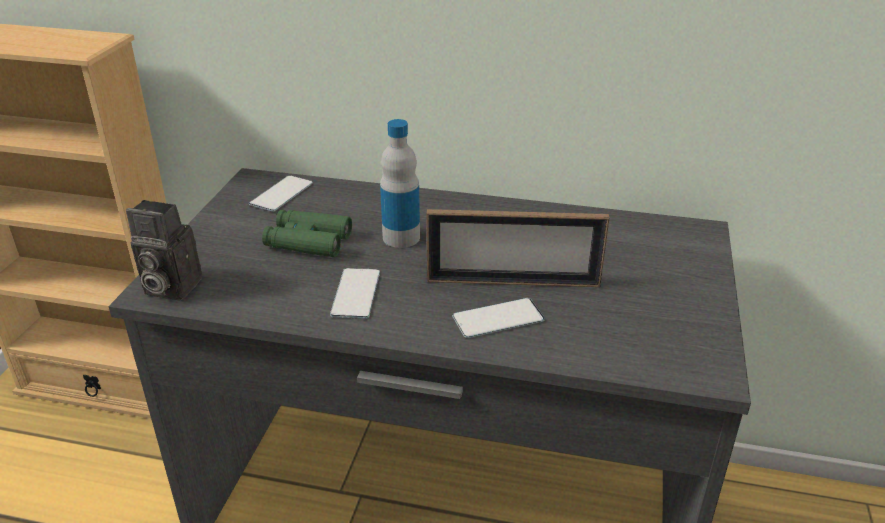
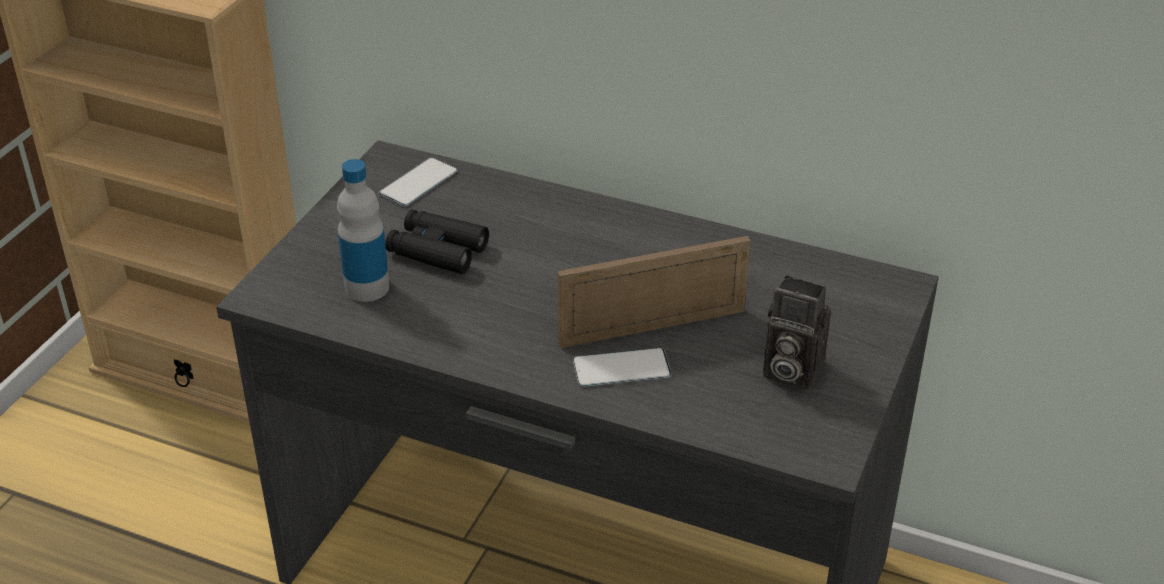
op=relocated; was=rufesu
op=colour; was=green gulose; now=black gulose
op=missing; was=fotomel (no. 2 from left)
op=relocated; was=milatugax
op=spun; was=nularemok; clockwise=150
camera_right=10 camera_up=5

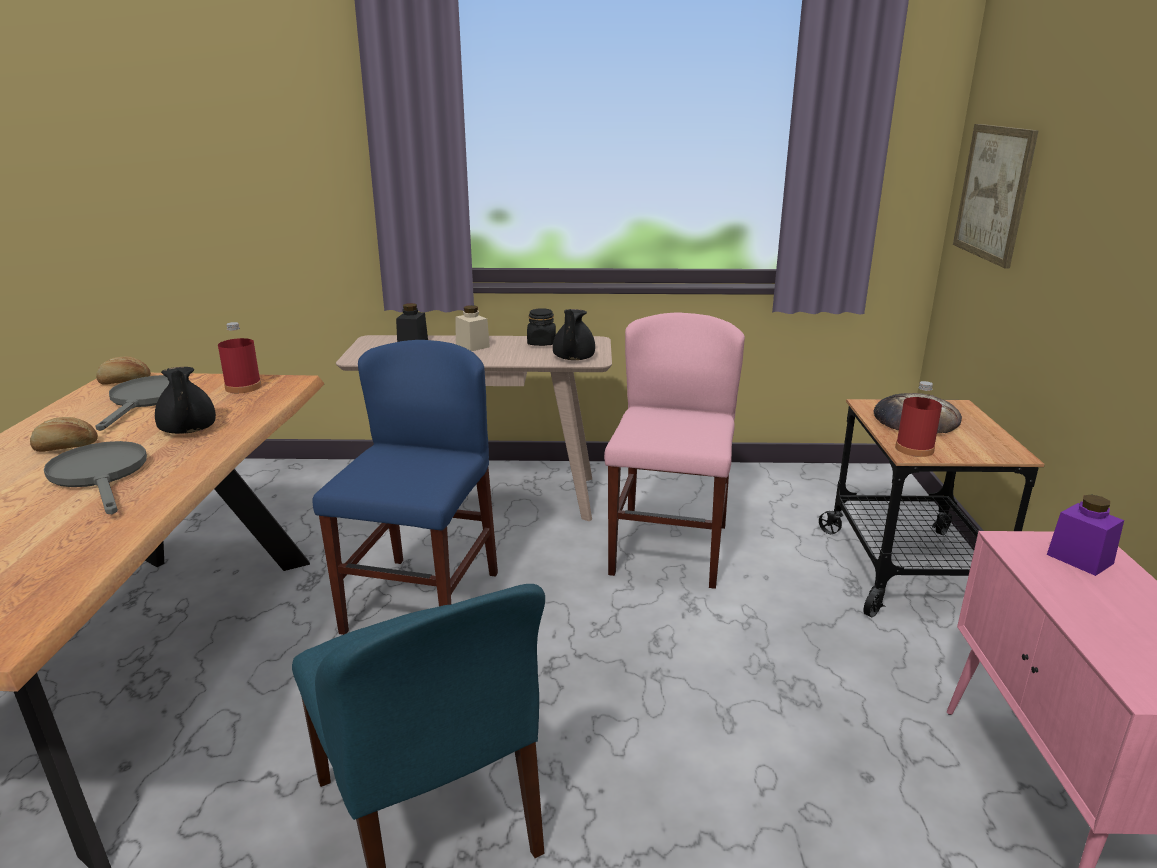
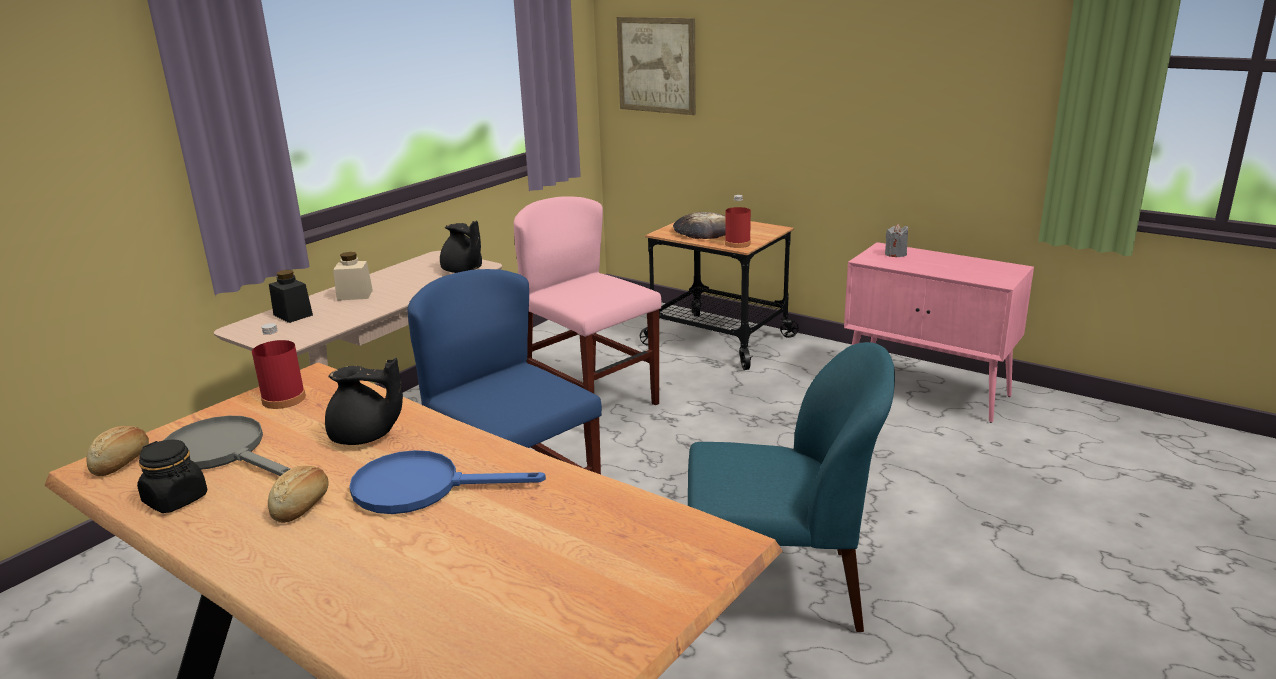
op=colour; was=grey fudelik (no. 1 from left); now=blue fudelik
op=relocated; was=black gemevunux (no. 2 from left in the first image); now=black gemevunux (no. 1 from left)
op=exchanged; was=purple gemevunux; now=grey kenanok
camera_right=-55 camera_up=0

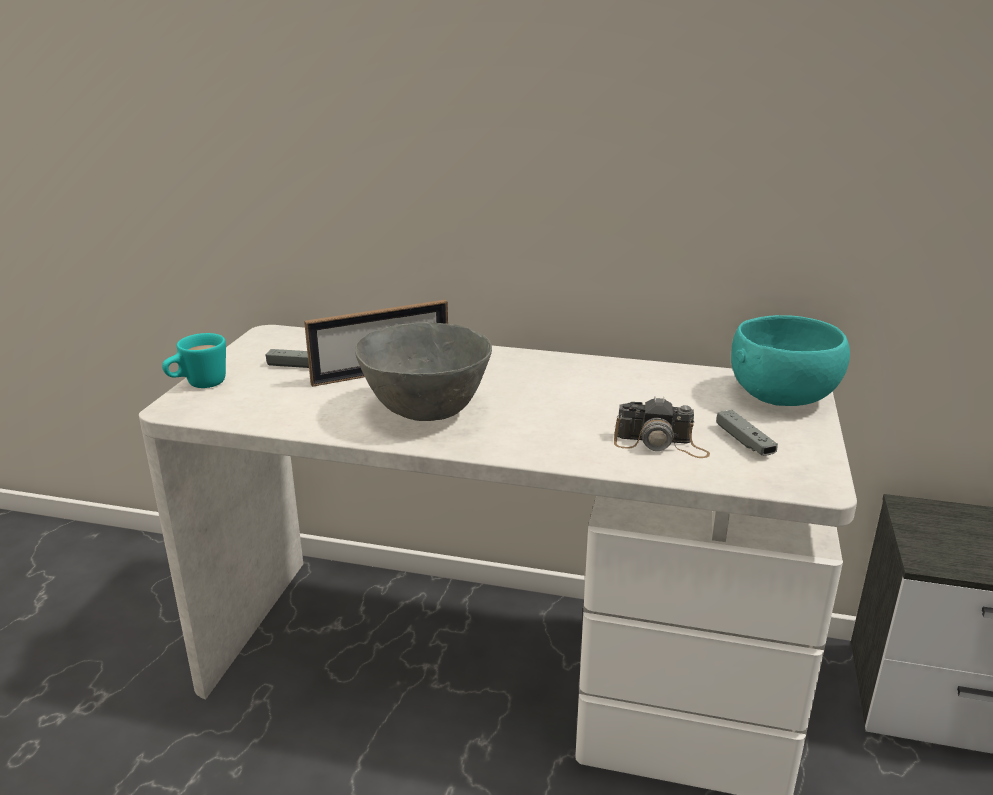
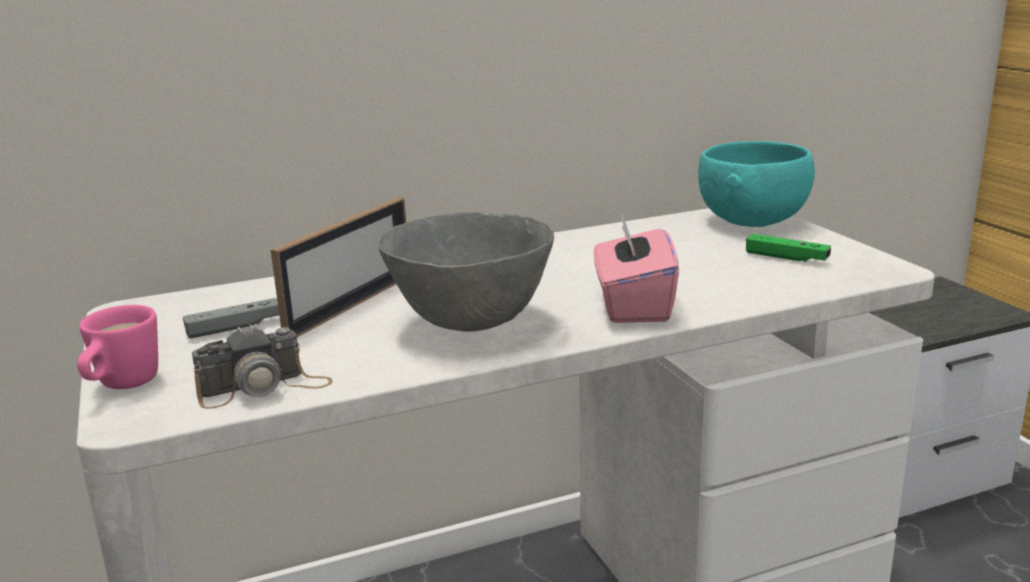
op=colour; was=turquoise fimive; now=pink fimive
op=relocated; was=rufesu
op=colour; was=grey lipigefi (no. 2 from left); now=green lipigefi
op=appeared; now=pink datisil
camera_right=-35 camera_up=-5

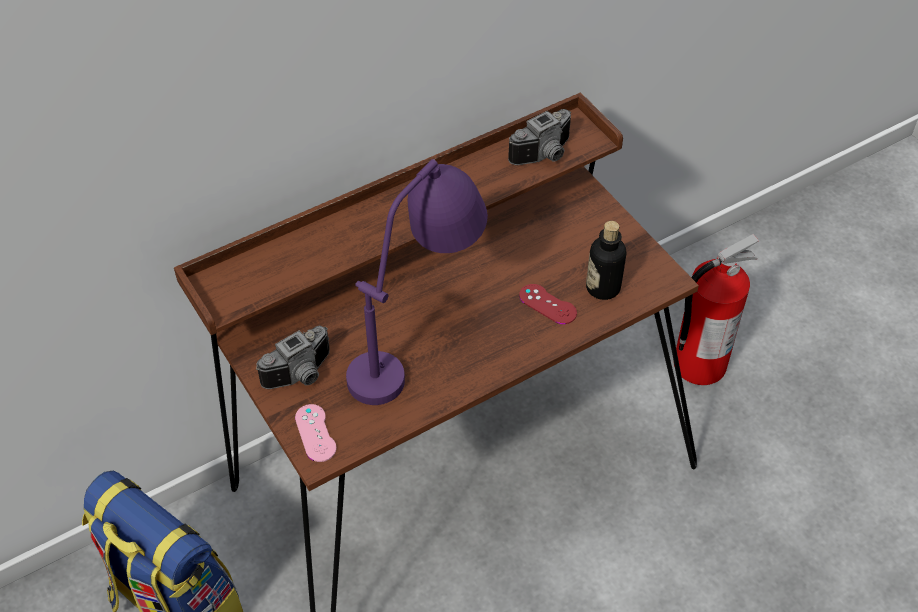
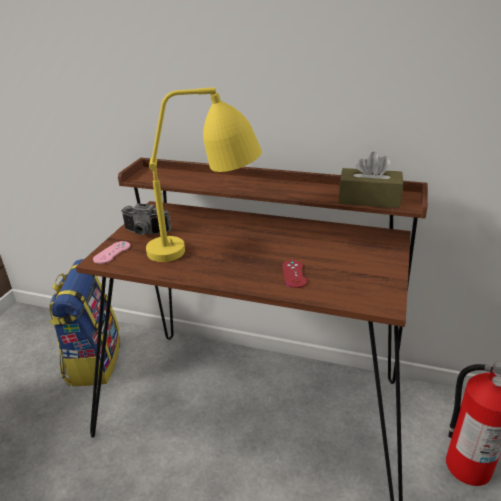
op=colour; was=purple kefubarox; now=yellow kefubarox
op=exchanged; was=rufesu (no. 2 from left); now=brown datisil
op=missing; was=milatugax
camera_right=50 camera_up=-20

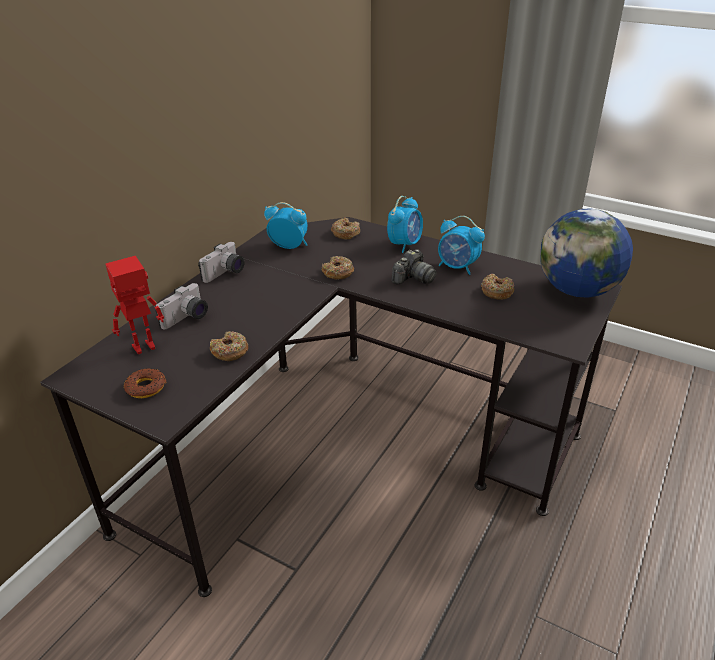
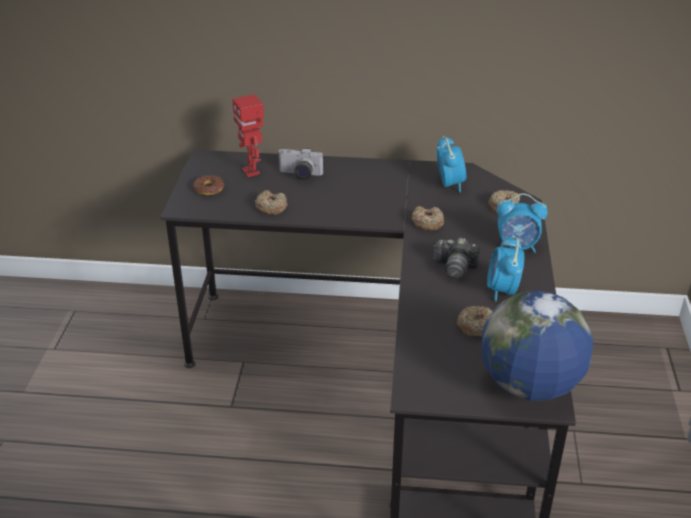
op=spun; was=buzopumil; clockwise=-150
op=missing; was=rufesu (no. 2 from left)
camera_right=65 camera_up=0

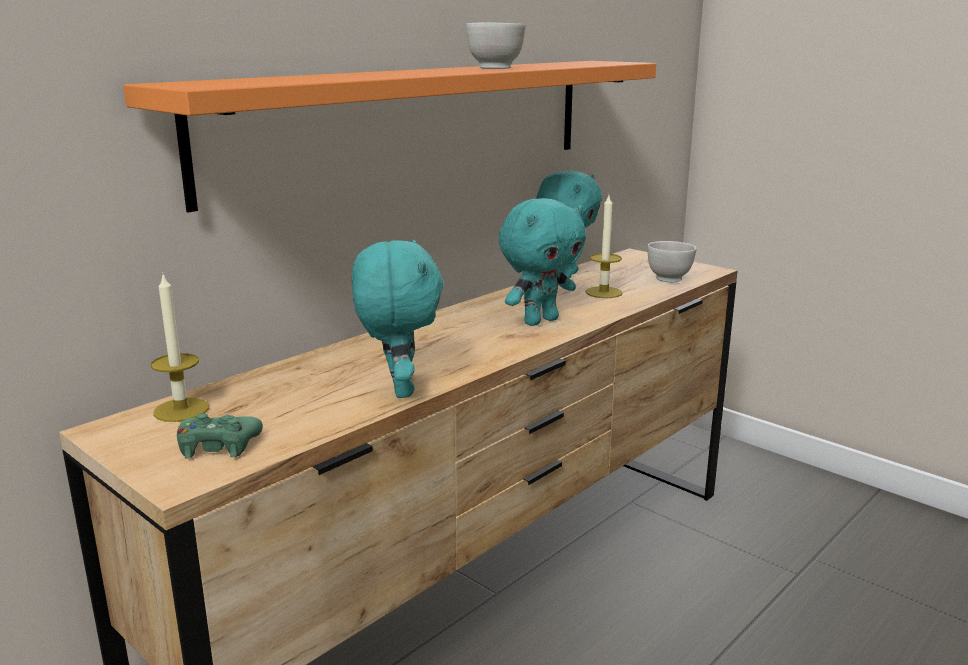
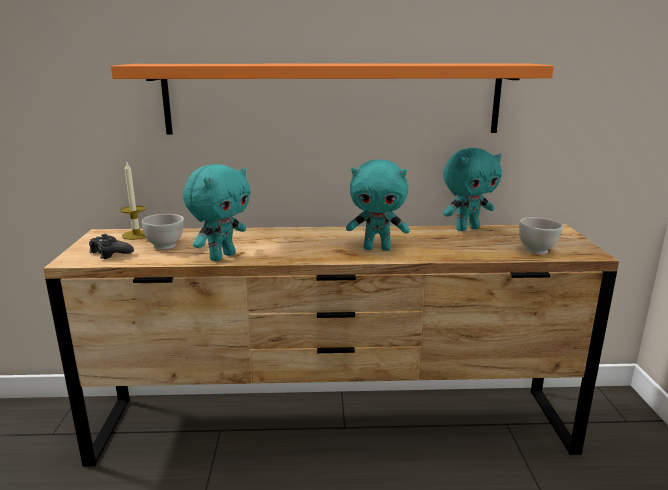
op=colour; was=green lipigefi; now=black lipigefi
op=relocated; was=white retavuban (no. 1 from left)
op=missing; was=kenanok (no. 2 from left)
camera_right=45 camera_up=0

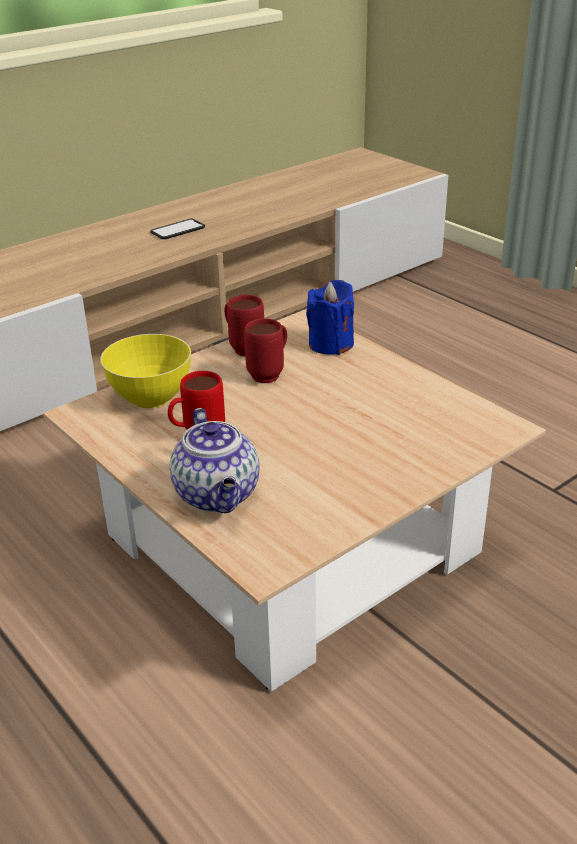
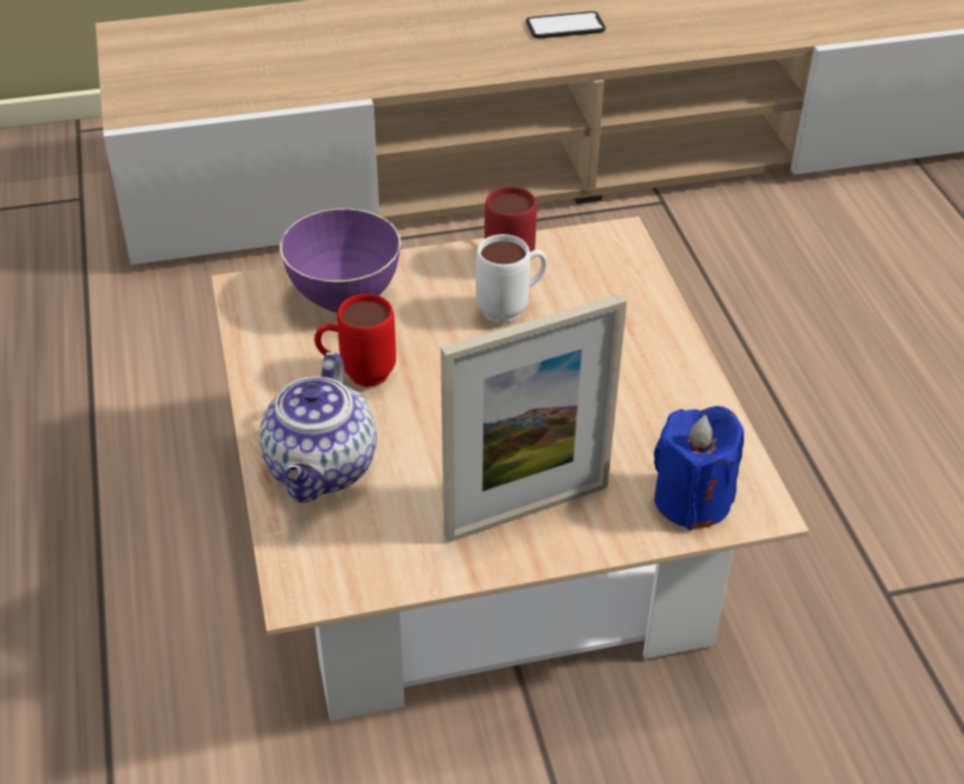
op=colour; was=yellow retavuban; now=purple retavuban
op=colour; was=red fimive (no. 3 from left); now=white fimive
op=relocated; was=blue kenanok
op=appeared; now=nularemok
camera_right=25 camera_up=10

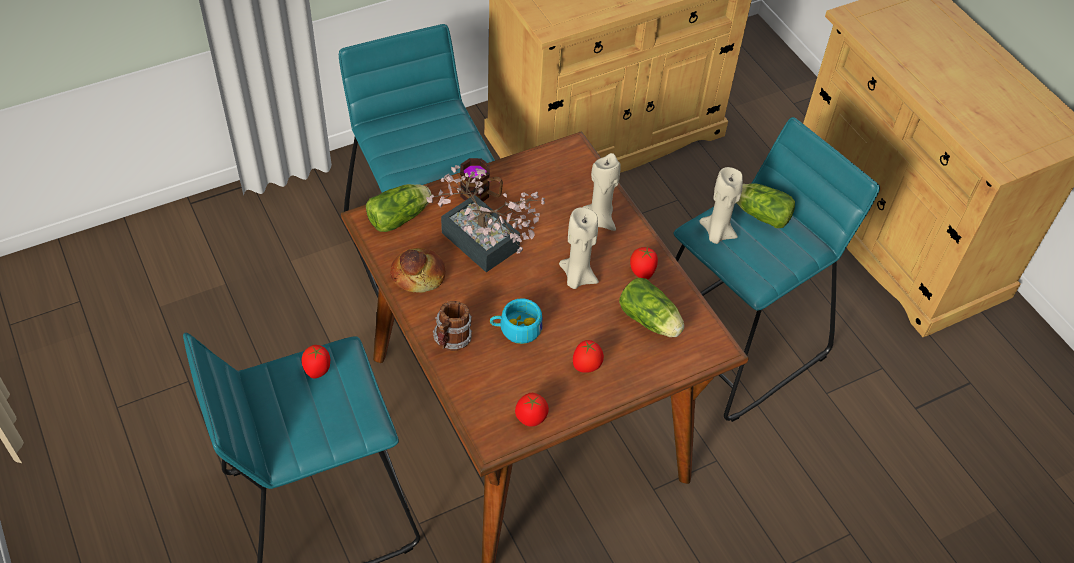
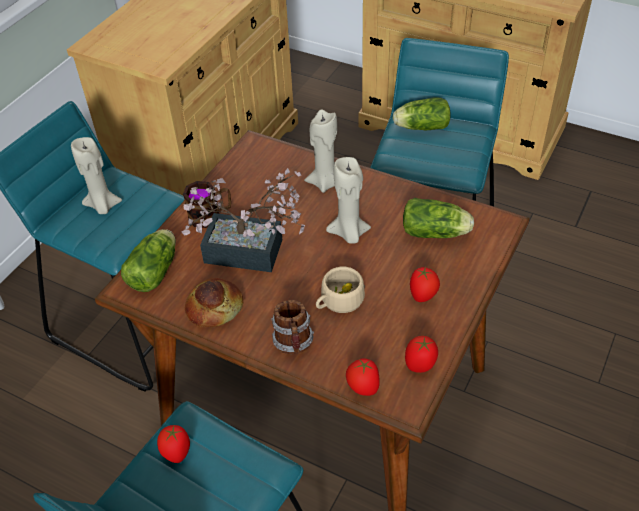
op=colour; was=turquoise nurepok; now=beige nurepok
op=relocated; was=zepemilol (no. 4 from left in the first image); now=zepemilol (no. 2 from left)
op=relocated; was=beige kenanok (no. 3 from left in the first image); now=beige kenanok (no. 1 from left)
camera_right=-30 camera_up=-5

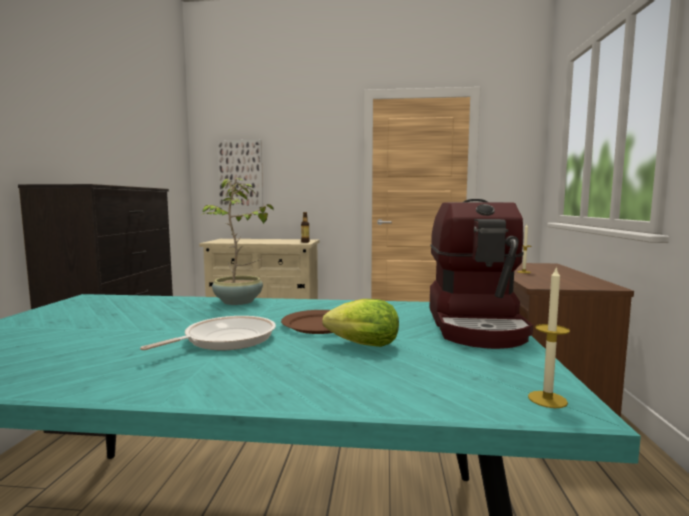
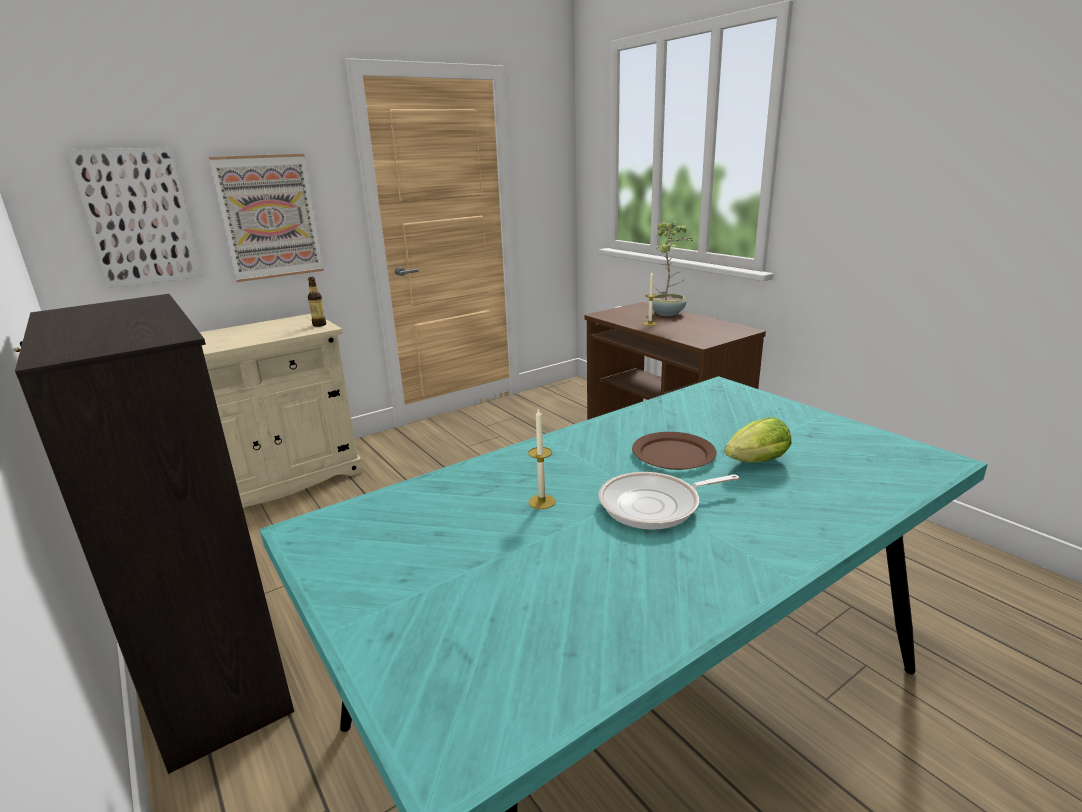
op=spun; was=fudelik; clockwise=-105
op=relocated; was=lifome
op=missing; was=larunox
op=relocated; was=kenanok (no. 2 from left in the first image); now=kenanok (no. 1 from left)
op=appeared; now=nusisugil (no. 2 from left)
camera_right=-40 camera_up=15

